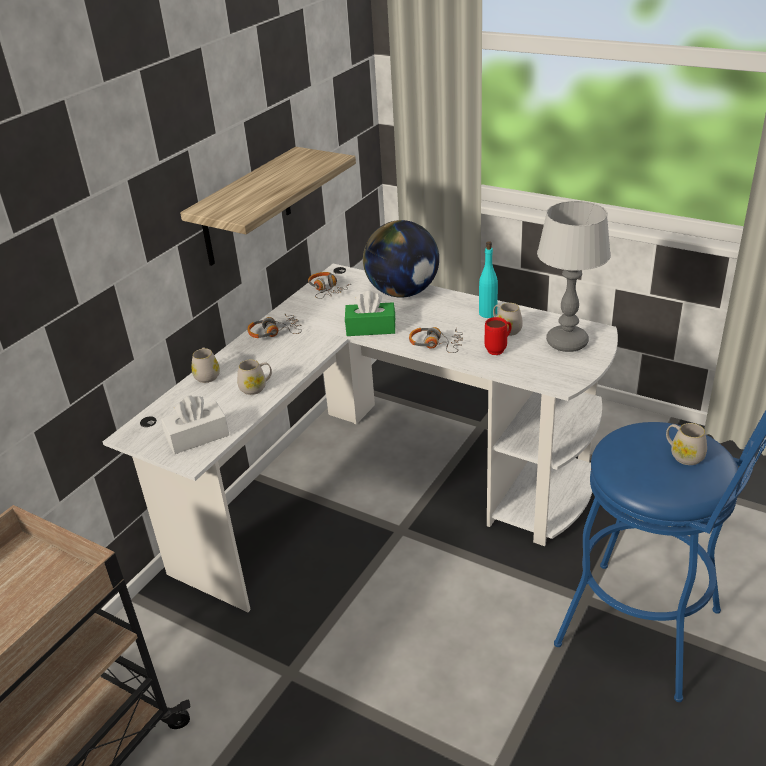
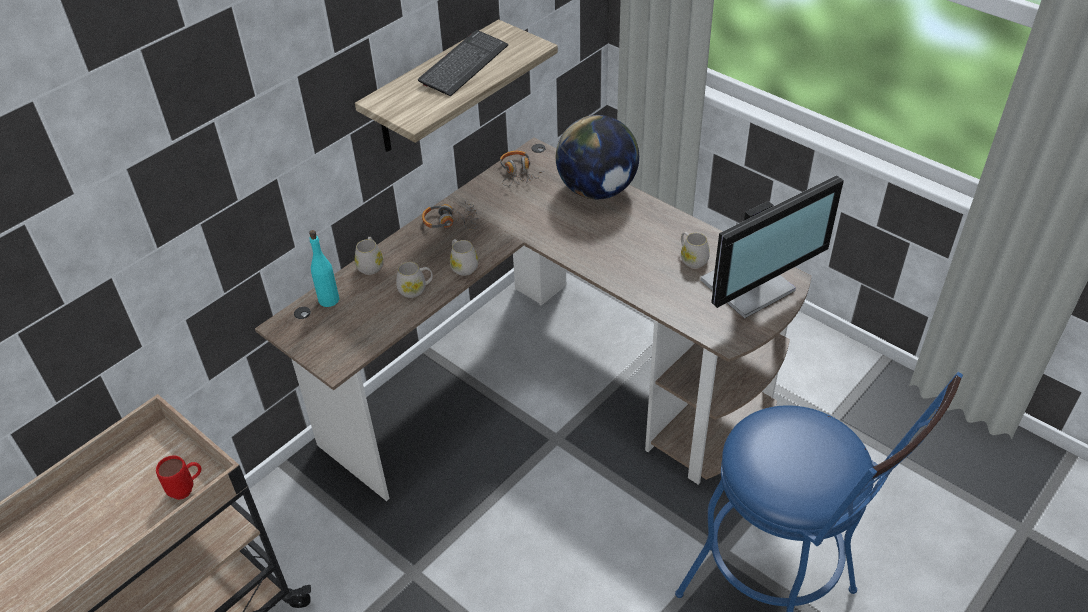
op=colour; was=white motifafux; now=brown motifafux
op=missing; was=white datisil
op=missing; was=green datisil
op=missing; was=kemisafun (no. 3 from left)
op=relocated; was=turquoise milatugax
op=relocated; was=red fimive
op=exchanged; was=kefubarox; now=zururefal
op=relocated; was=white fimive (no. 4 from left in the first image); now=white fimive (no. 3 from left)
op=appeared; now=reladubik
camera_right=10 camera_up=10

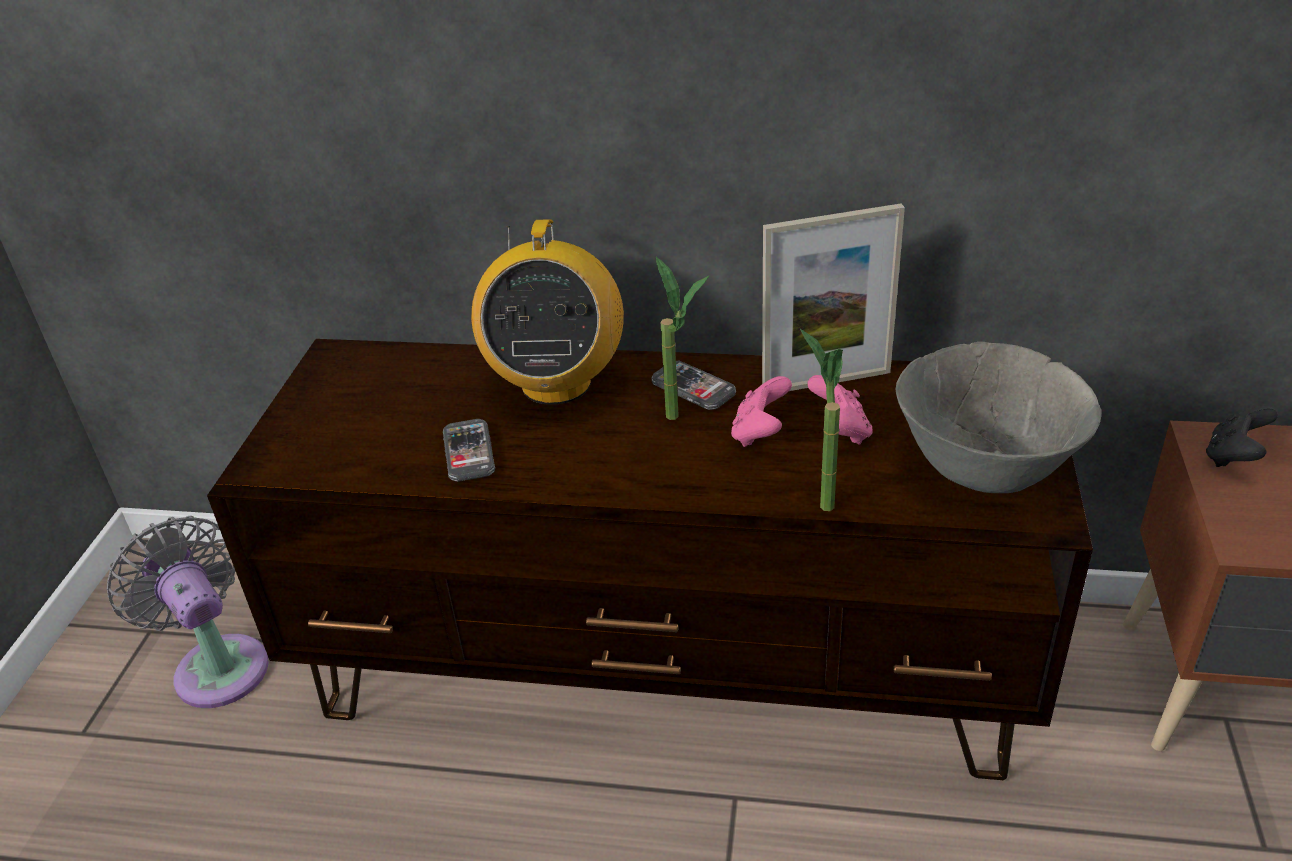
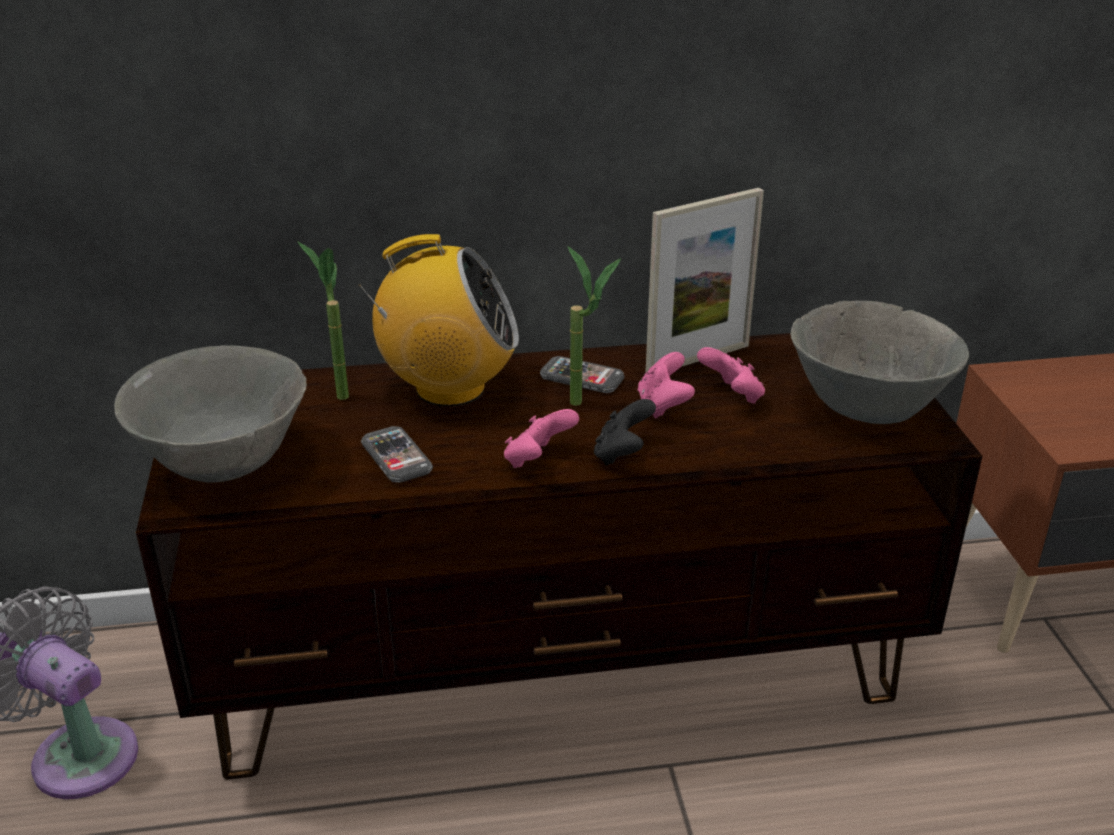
op=spun; was=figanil; clockwise=-75
op=relocated; was=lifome (no. 2 from left in the first image); now=lifome (no. 1 from left)
op=relocated; was=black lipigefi
op=appeared; now=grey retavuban (no. 1 from left)
op=appeared; now=pink lipigefi (no. 1 from left)
camera_right=-20 camera_up=-5

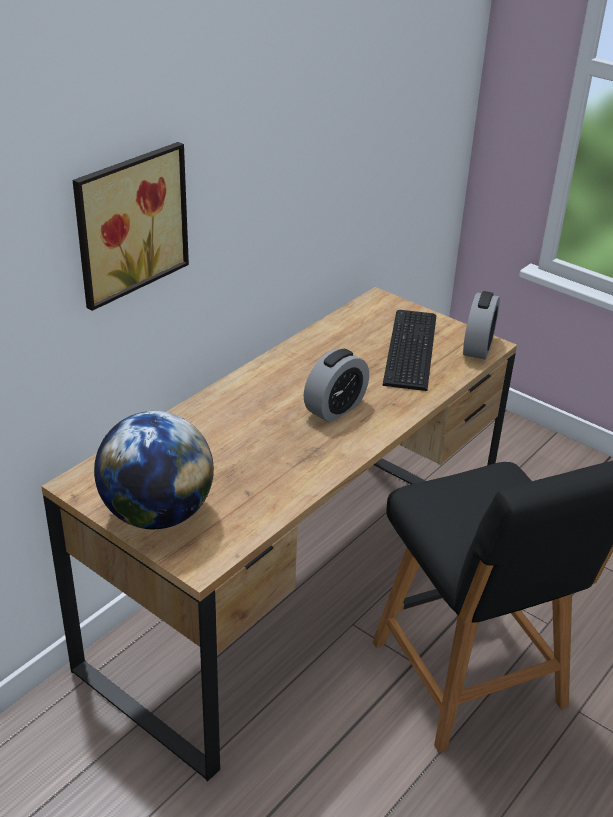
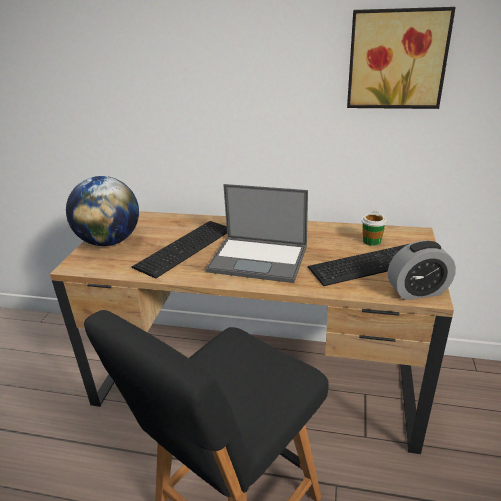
op=relocated; was=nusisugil
op=exchanged; was=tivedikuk (no. 1 from left); now=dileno
op=appeared; now=reladubik (no. 1 from left)
op=appeared; now=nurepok
camera_right=65 camera_up=-5

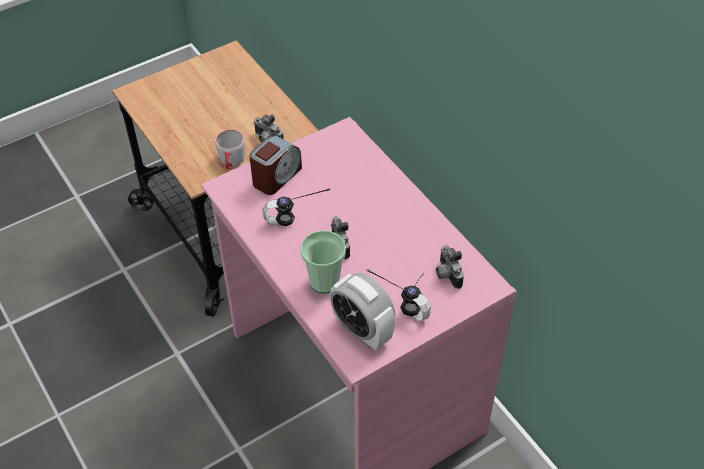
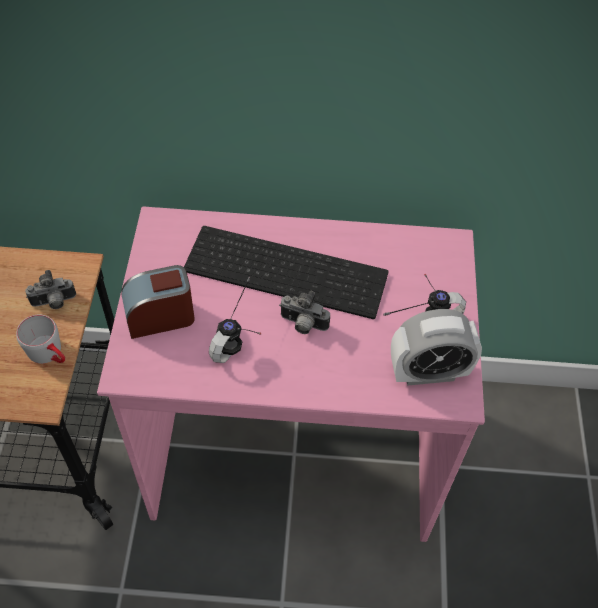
op=spun; was=tivedikuk (no. 1 from left); clockwise=-90
op=missing; was=nurepok
op=missing; was=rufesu (no. 3 from left)
op=appeared; now=reladubik
camera_right=-55 camera_up=5

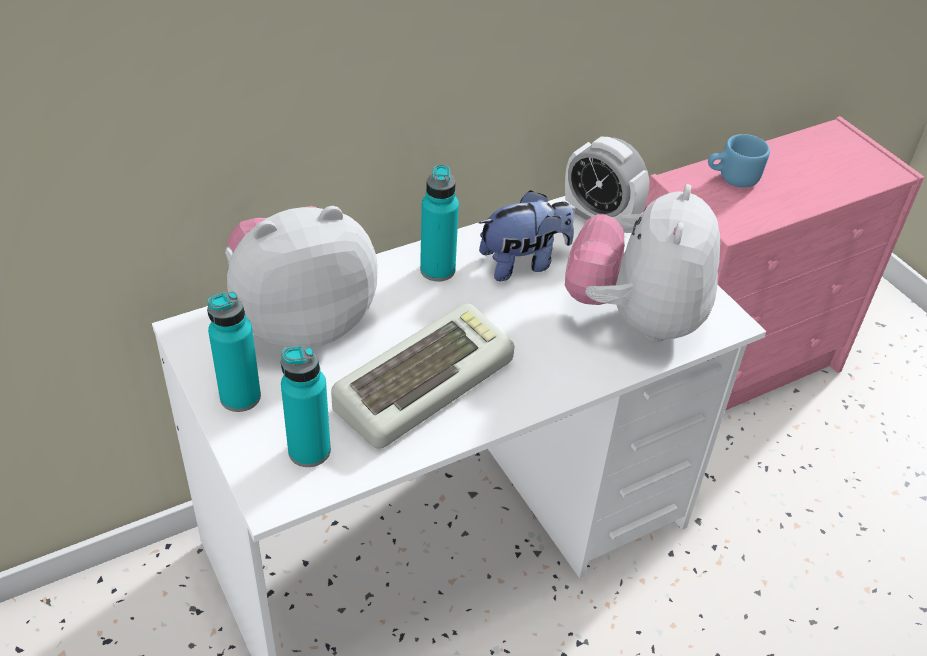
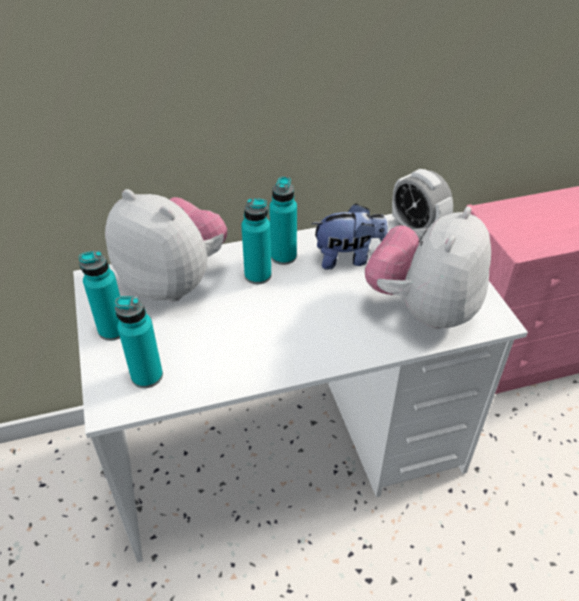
op=spun; was=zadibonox (no. 1 from left); clockwise=45
op=missing; was=reladubik
op=missing; was=blue fimive
op=appeared; now=turquoise milatugax (no. 3 from left)
camera_right=15 camera_up=0

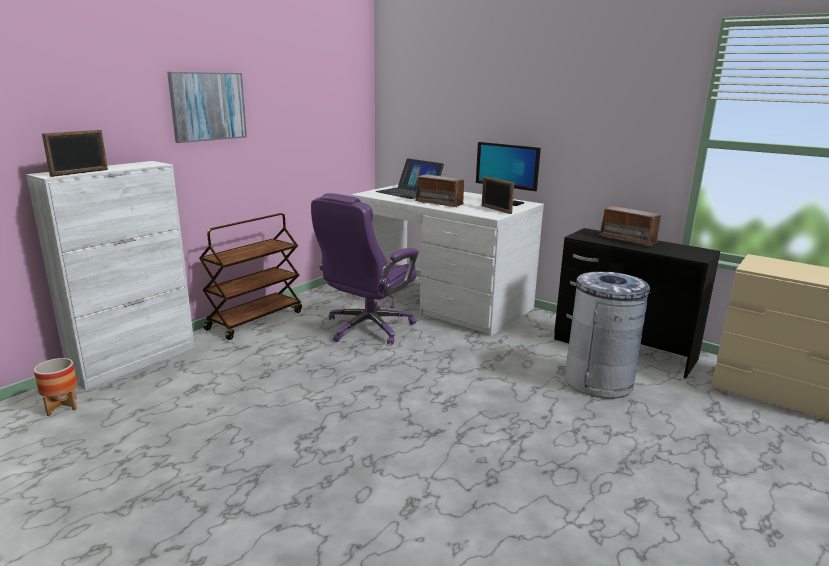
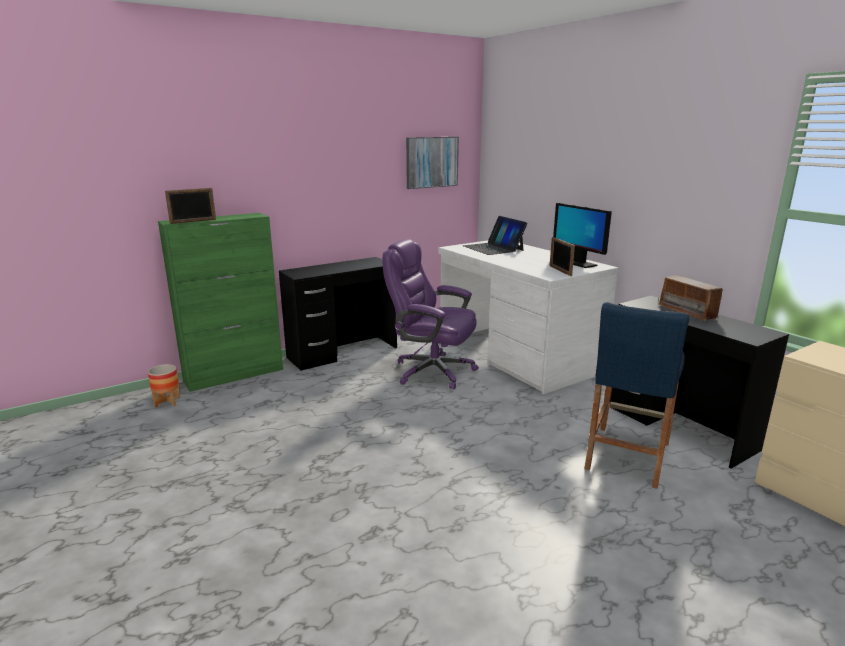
op=colour; was=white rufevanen; now=green rufevanen
op=relocated; was=nusisugil
op=exchanged; was=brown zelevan; now=black motifafux (no. 1 from left)
op=spun; was=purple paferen; clockwise=60
op=missing; was=figanil (no. 1 from left)
op=exchanged; was=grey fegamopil; now=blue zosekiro
camera_right=20 camera_up=0

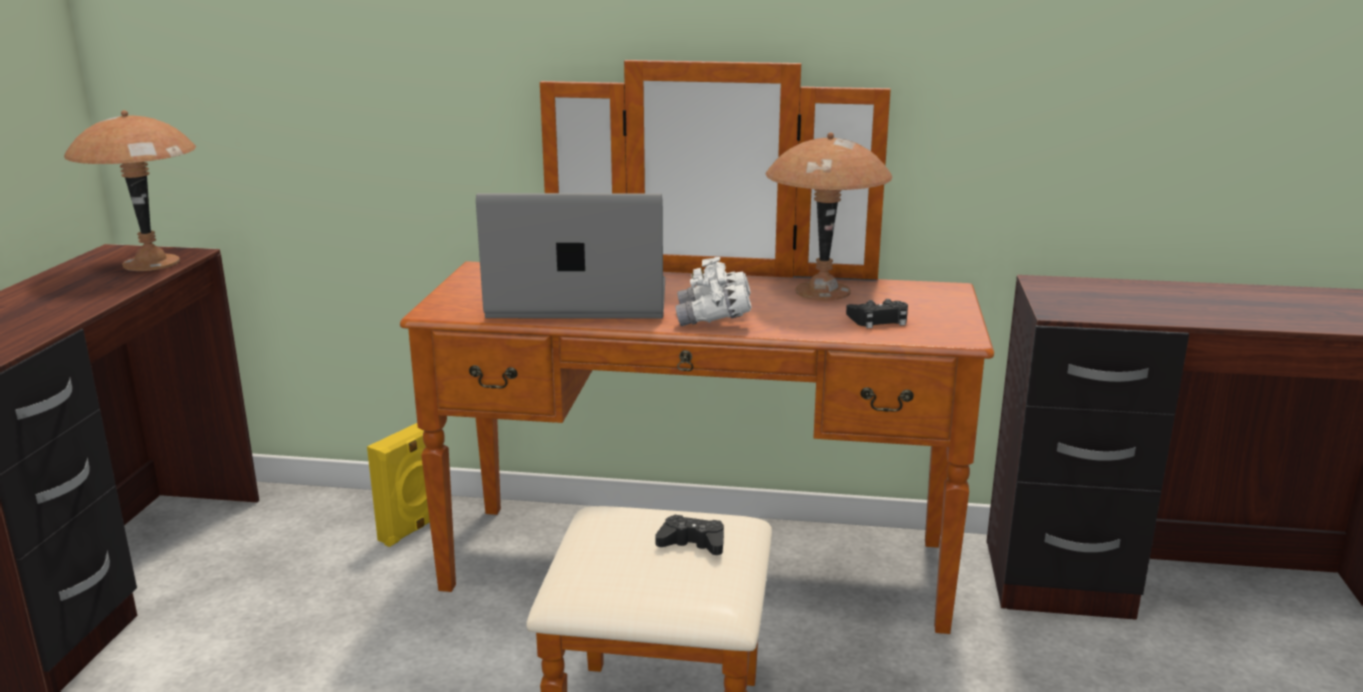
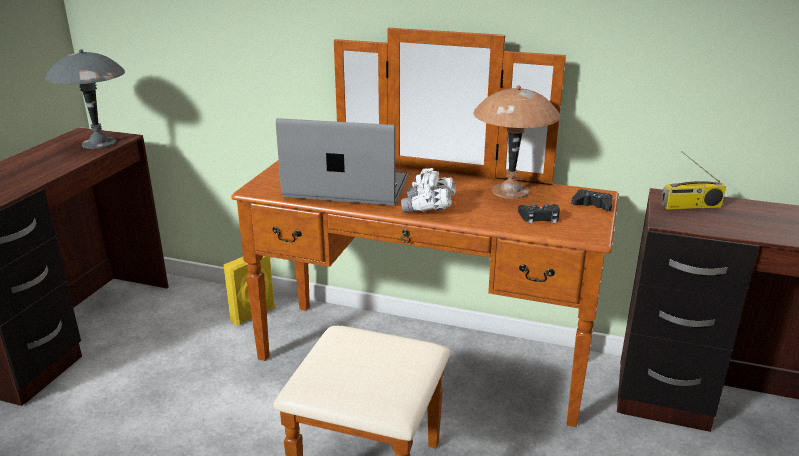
op=colour; was=brown kefubarox (no. 1 from left); now=grey kefubarox
op=relocated; was=black lipigefi (no. 1 from left in the first image); now=black lipigefi (no. 2 from left)
op=appeared; now=figanil
camera_right=10 camera_up=5

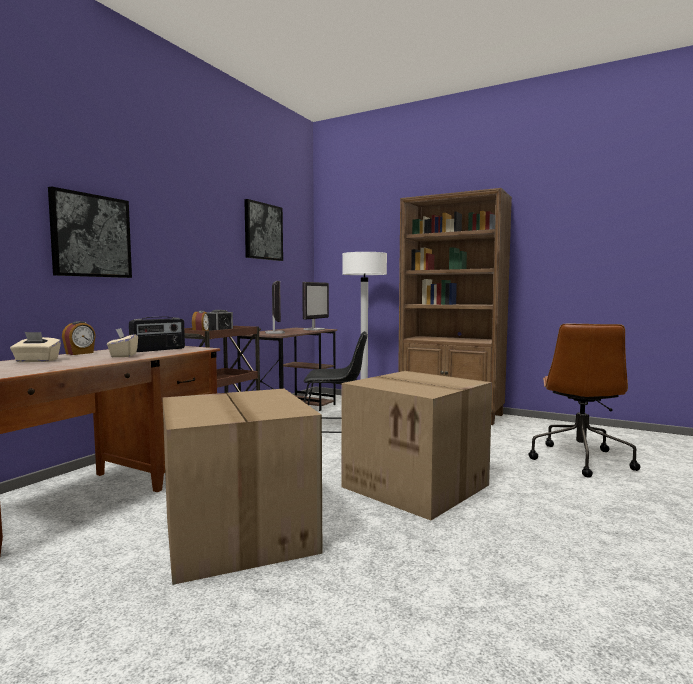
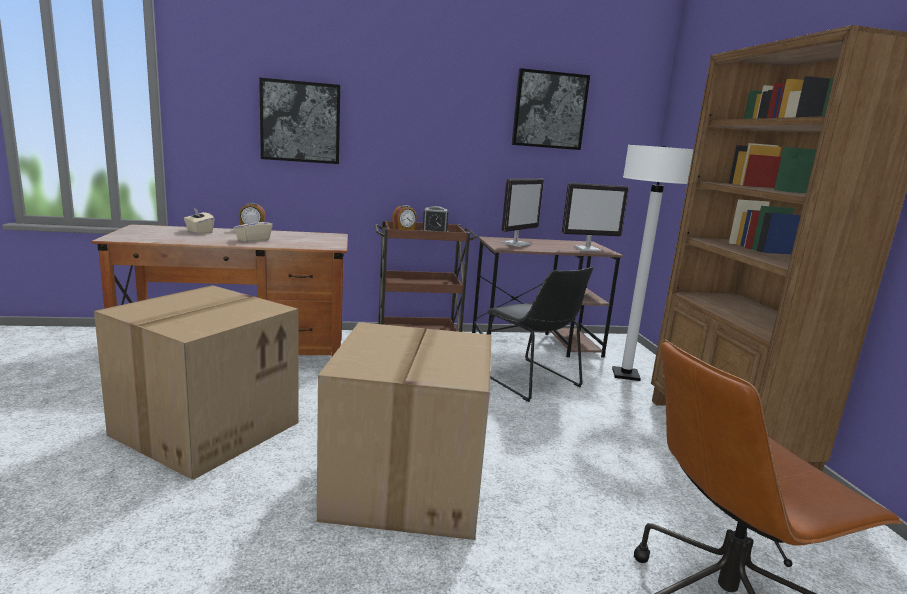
op=missing; was=figanil
camera_right=50 camera_up=10

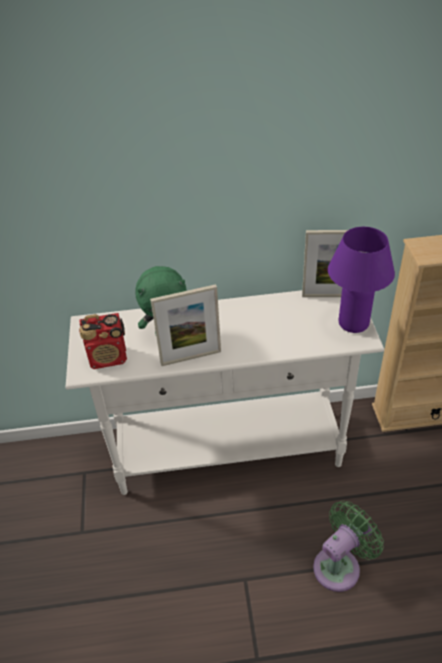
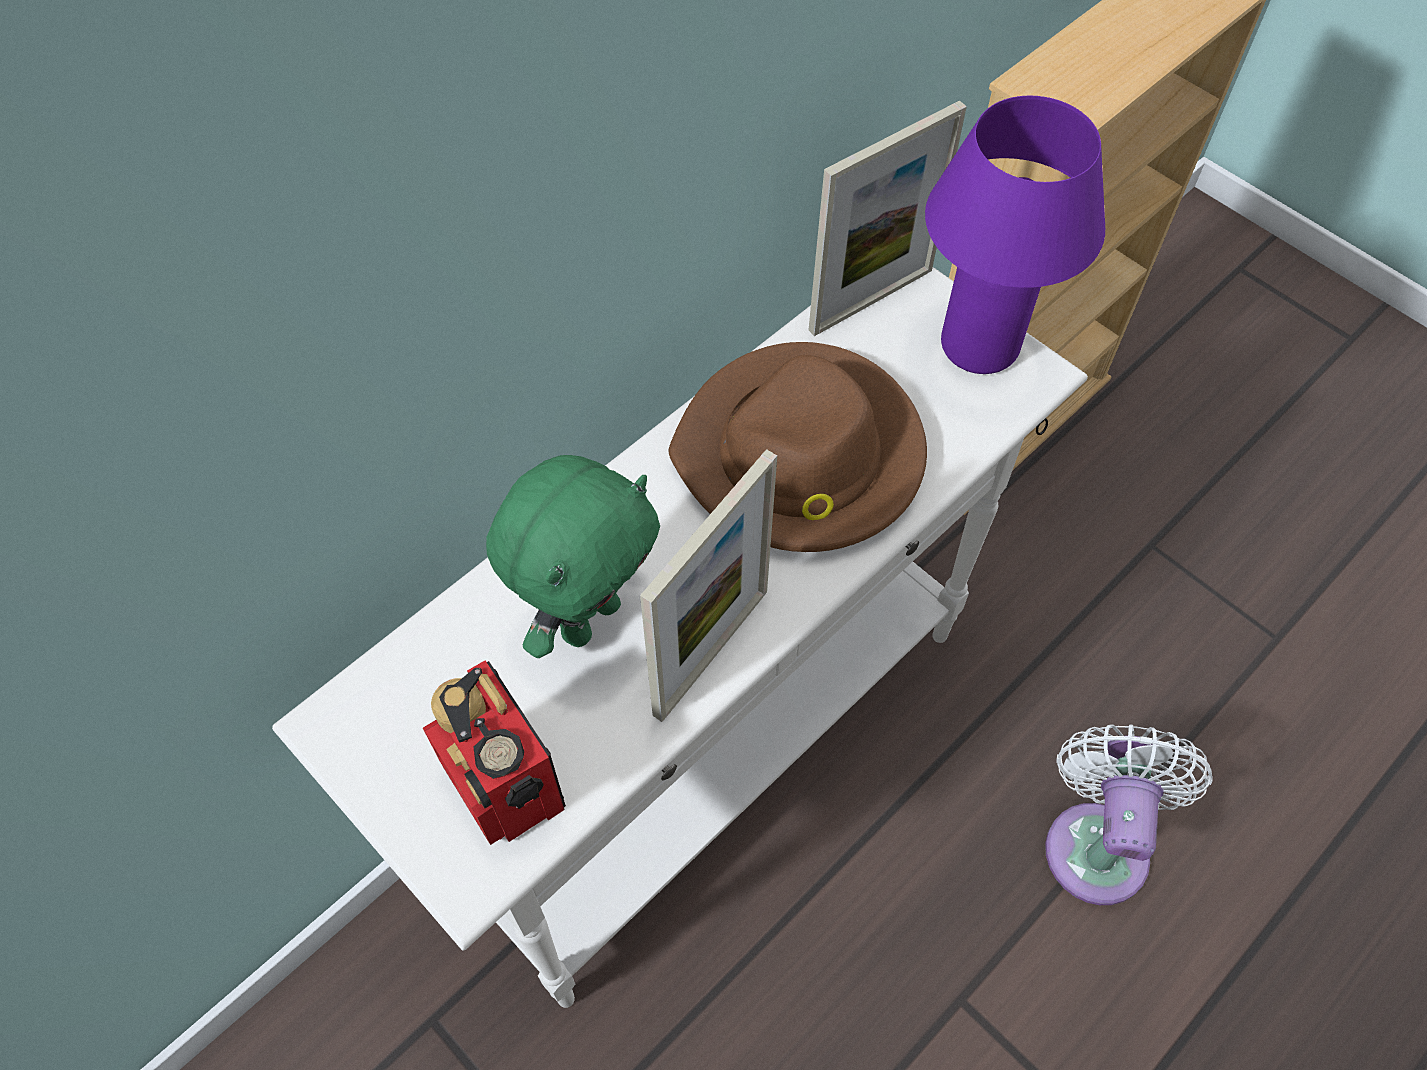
op=spun; was=figanil; clockwise=105
op=colour; was=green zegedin; now=white zegedin
op=appeared; now=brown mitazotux
camera_right=-40 camera_up=15

